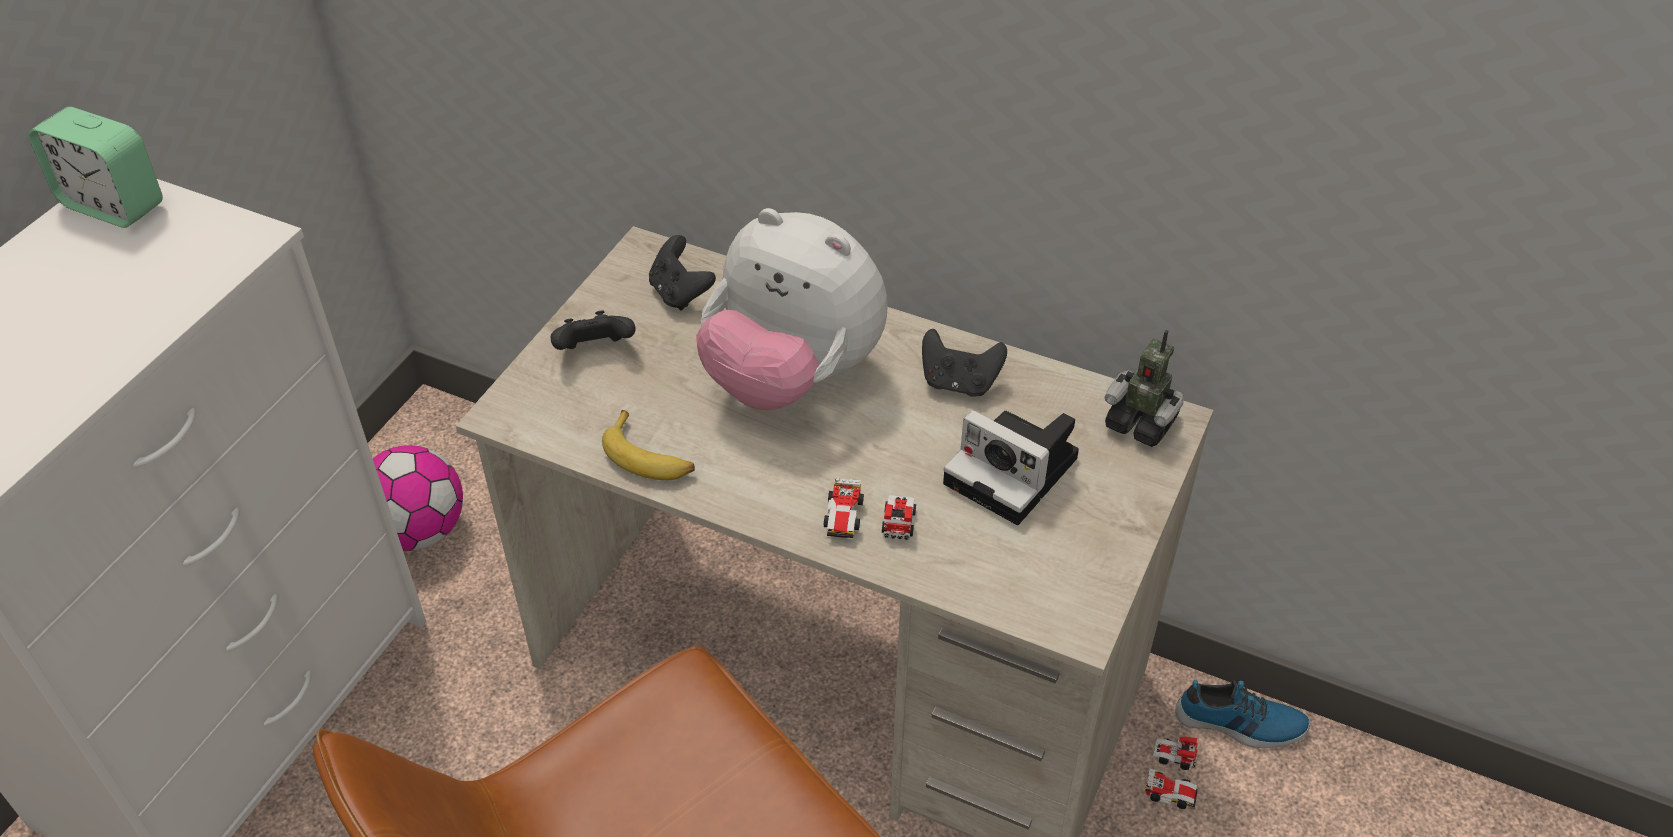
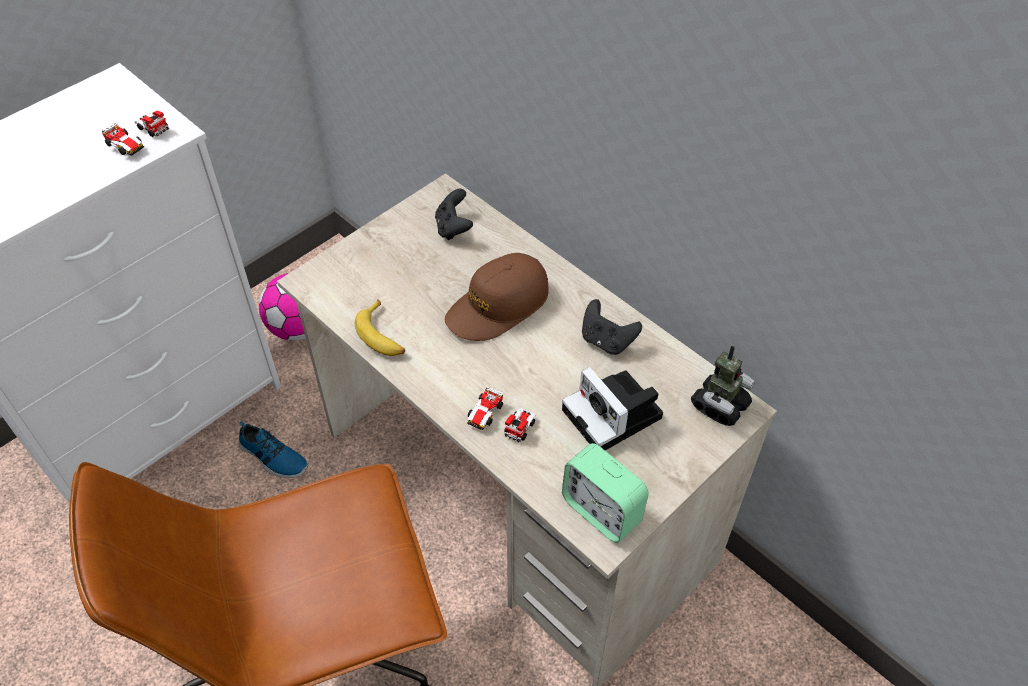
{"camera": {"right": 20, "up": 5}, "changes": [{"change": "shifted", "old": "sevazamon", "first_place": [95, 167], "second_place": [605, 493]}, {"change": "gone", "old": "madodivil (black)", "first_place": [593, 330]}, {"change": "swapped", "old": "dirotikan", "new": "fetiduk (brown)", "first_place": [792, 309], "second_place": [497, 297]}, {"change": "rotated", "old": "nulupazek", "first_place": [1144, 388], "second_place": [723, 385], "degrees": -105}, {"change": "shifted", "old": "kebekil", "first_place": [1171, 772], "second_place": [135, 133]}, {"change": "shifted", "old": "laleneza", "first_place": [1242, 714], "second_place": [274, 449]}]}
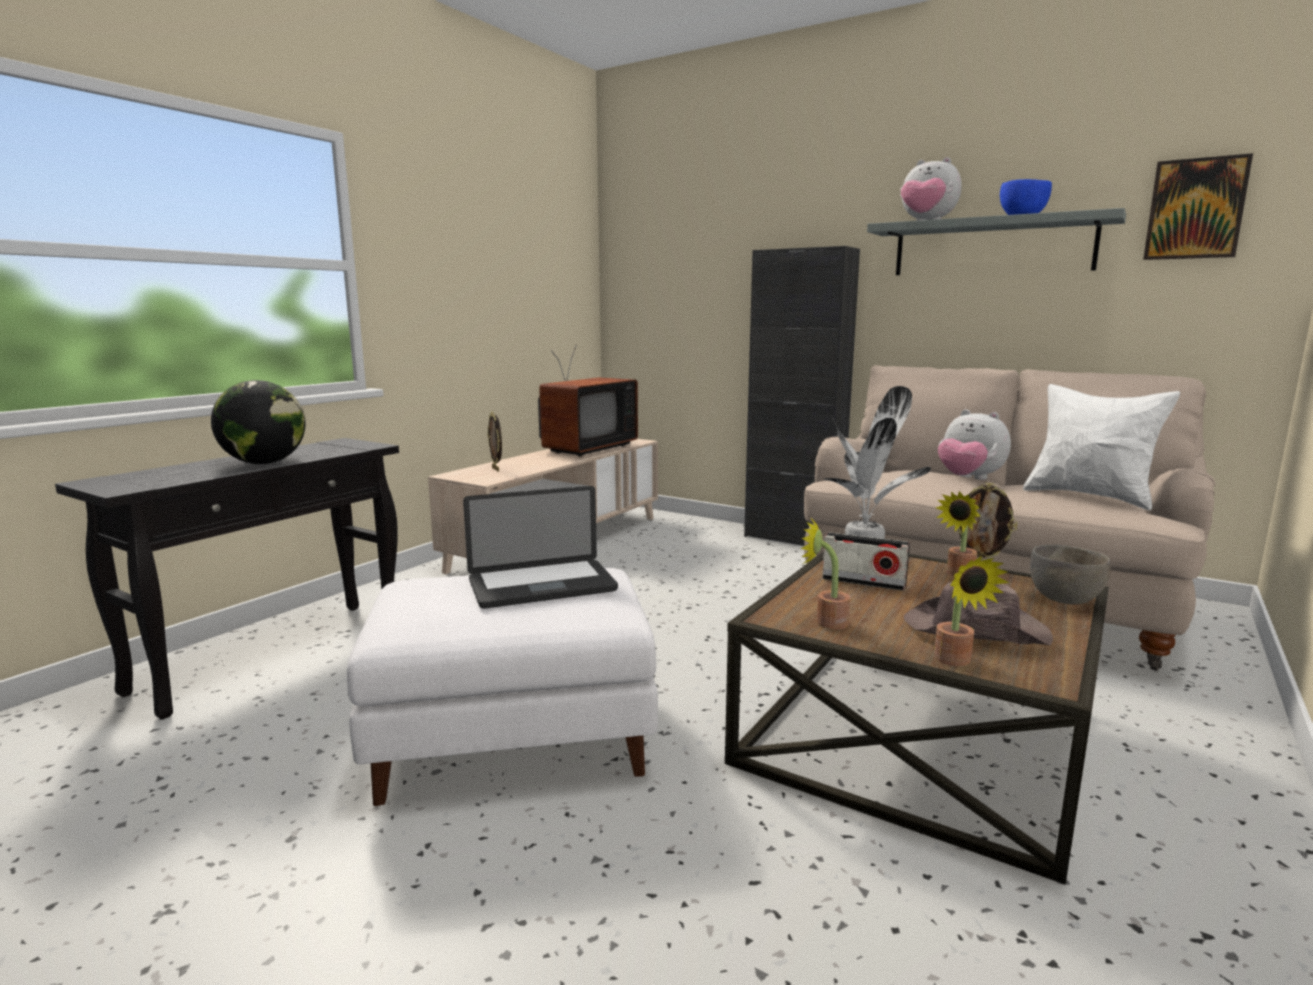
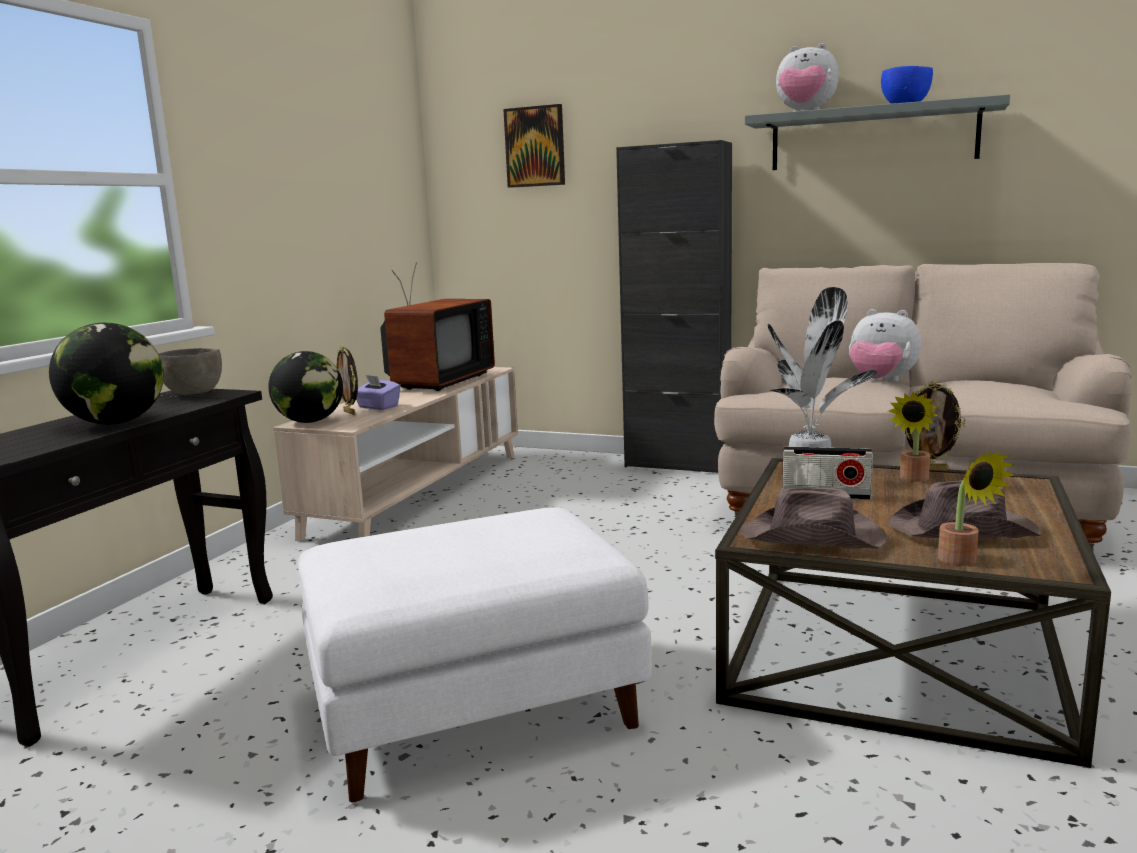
{"camera": {"right": -10, "up": 0}, "changes": [{"change": "gone", "old": "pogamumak", "first_place": [540, 547]}, {"change": "swapped", "old": "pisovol", "new": "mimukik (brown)", "first_place": [825, 574], "second_place": [813, 518]}, {"change": "gone", "old": "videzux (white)", "first_place": [1101, 447]}, {"change": "shifted", "old": "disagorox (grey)", "first_place": [1070, 574], "second_place": [190, 371]}, {"change": "shifted", "old": "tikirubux", "first_place": [1198, 206], "second_place": [534, 146]}, {"change": "new", "new": "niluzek", "second_place": [305, 387]}, {"change": "new", "new": "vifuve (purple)", "second_place": [378, 392]}]}
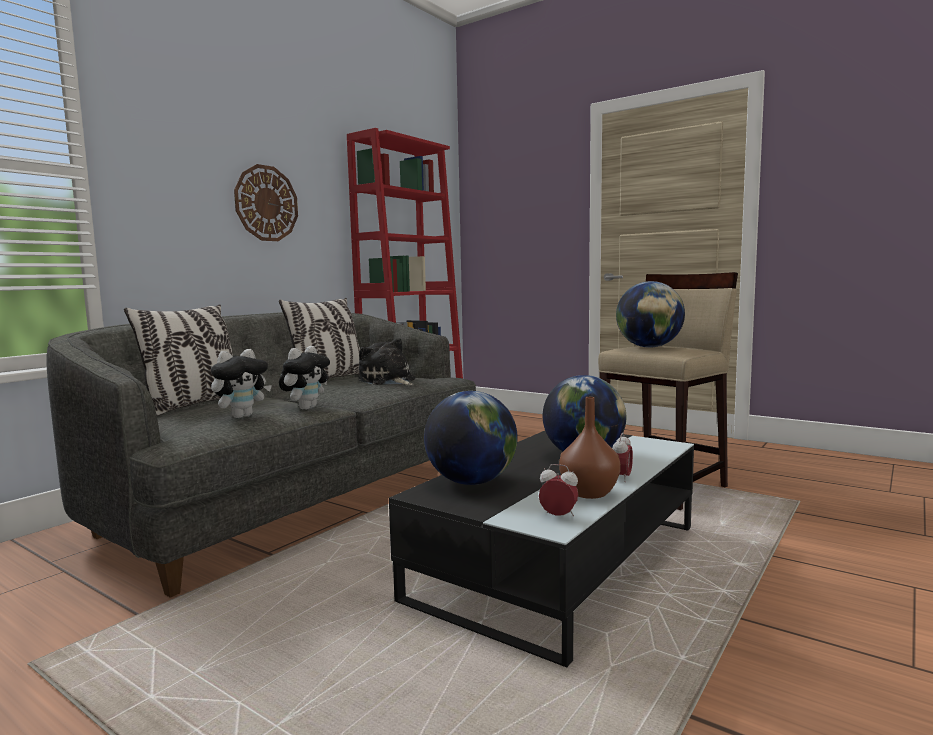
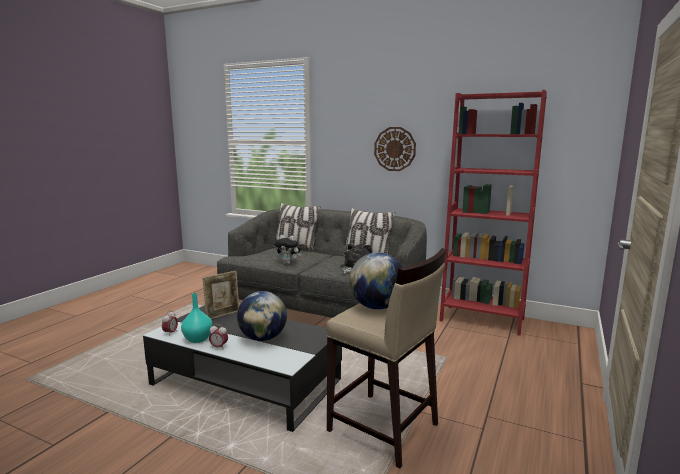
{"camera": {"right": 80, "up": 5}, "changes": [{"change": "gone", "old": "dirotikan", "first_place": [241, 383]}, {"change": "swapped", "old": "niluzek", "new": "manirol", "first_place": [471, 438], "second_place": [220, 295]}, {"change": "repainted", "old": "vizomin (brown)", "new": "vizomin (turquoise)", "first_place": [590, 448], "second_place": [197, 318]}]}
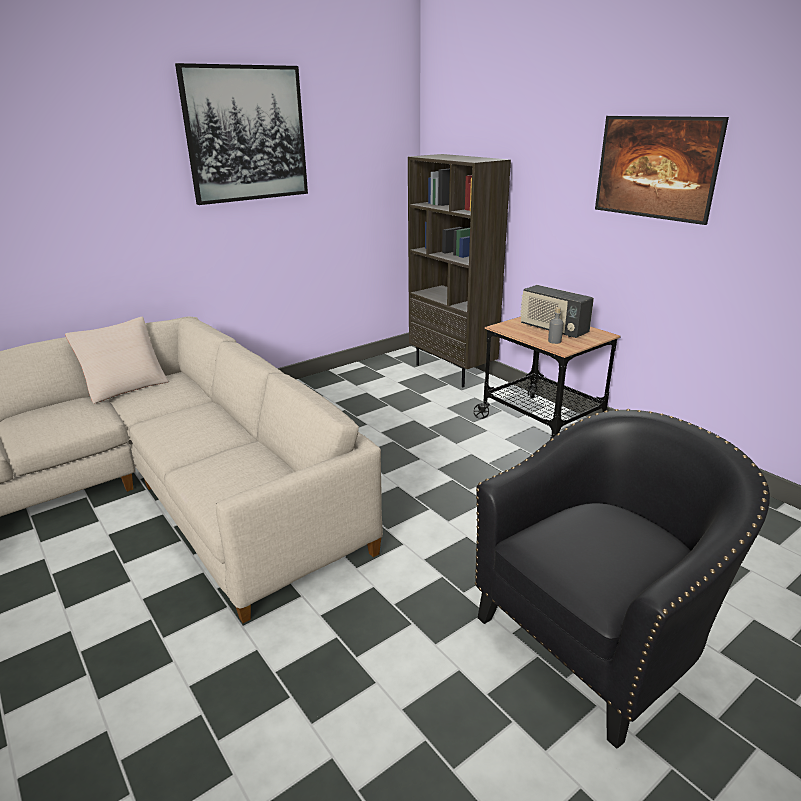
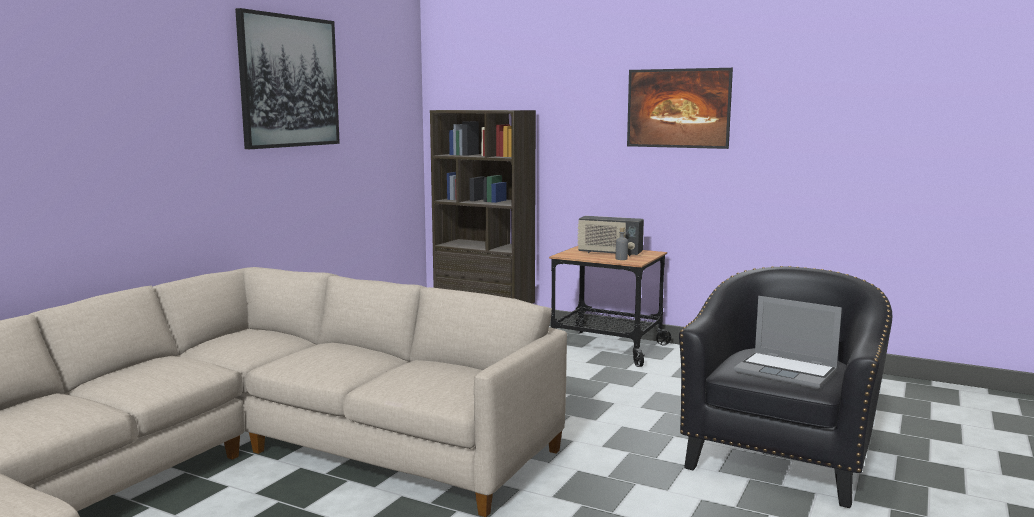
{"camera": {"right": -25, "up": -15}, "changes": [{"change": "gone", "old": "videzux (beige)", "first_place": [117, 360]}, {"change": "new", "new": "pogamumak", "second_place": [788, 342]}]}
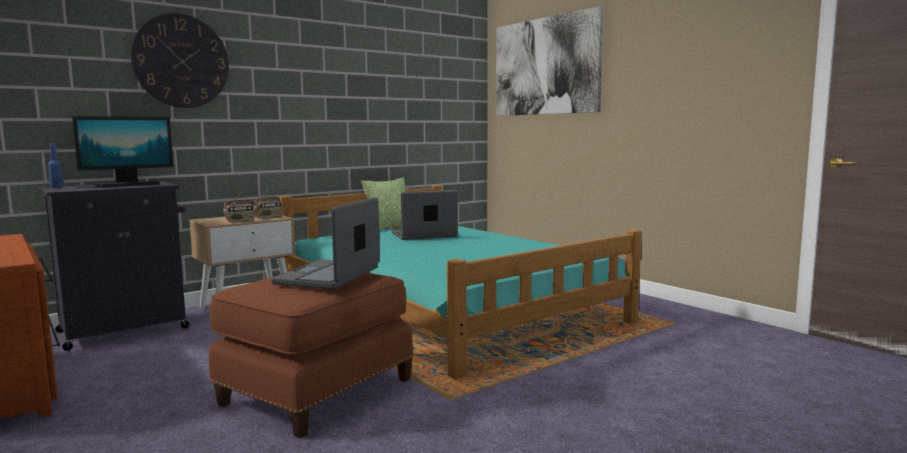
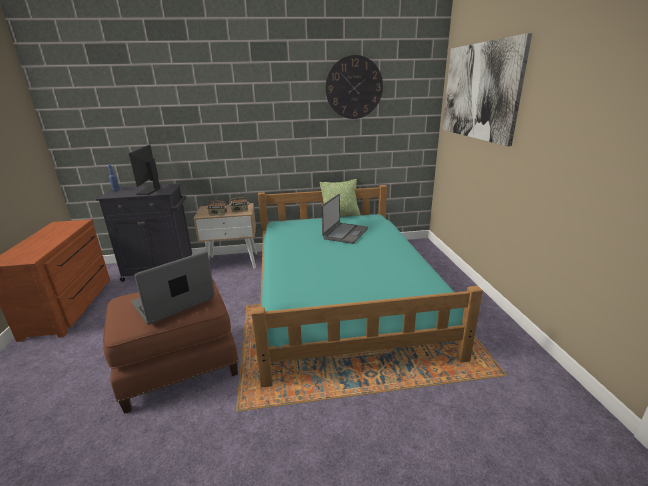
{"camera": {"right": 30, "up": 15}, "changes": [{"change": "rotated", "old": "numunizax", "first_place": [123, 152], "second_place": [145, 169], "degrees": 90}, {"change": "shifted", "old": "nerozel", "first_place": [180, 60], "second_place": [354, 87]}, {"change": "rotated", "old": "pogamumak", "first_place": [425, 215], "second_place": [344, 219], "degrees": 105}]}
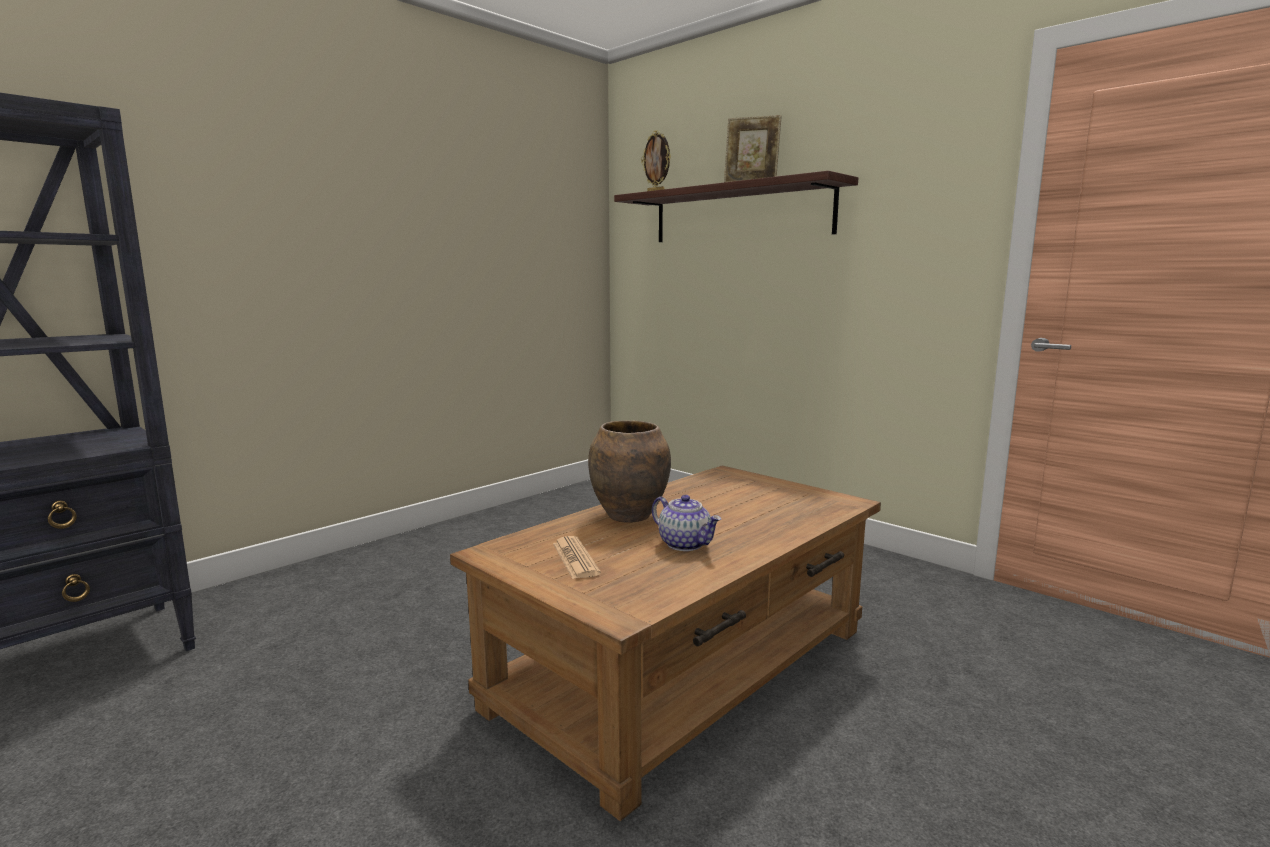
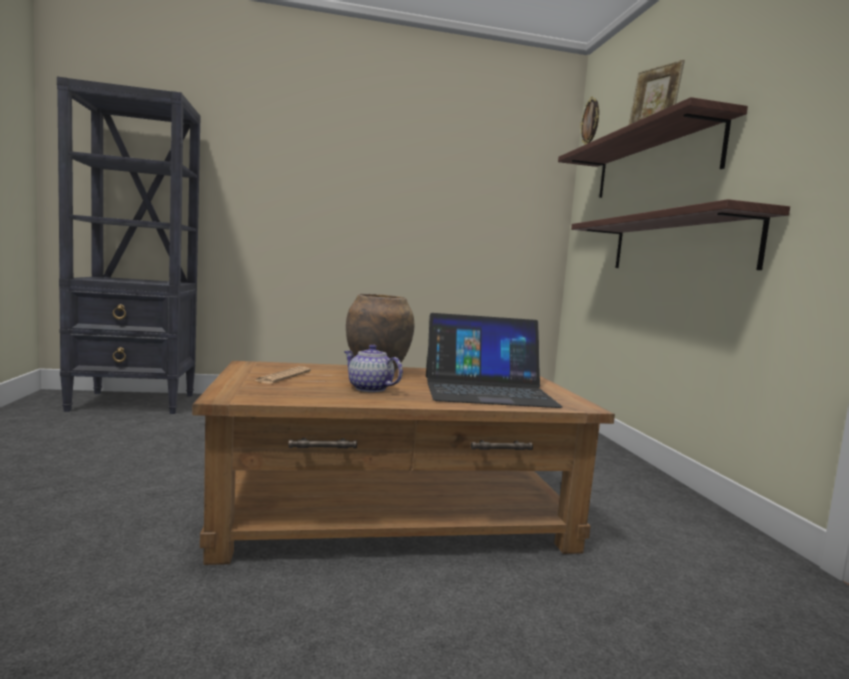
{"camera": {"right": 35, "up": -5}, "changes": [{"change": "rotated", "old": "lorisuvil", "first_place": [686, 523], "second_place": [373, 368], "degrees": 135}, {"change": "new", "new": "pogamumak", "second_place": [494, 360]}, {"change": "new", "new": "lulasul", "second_place": [680, 234]}]}
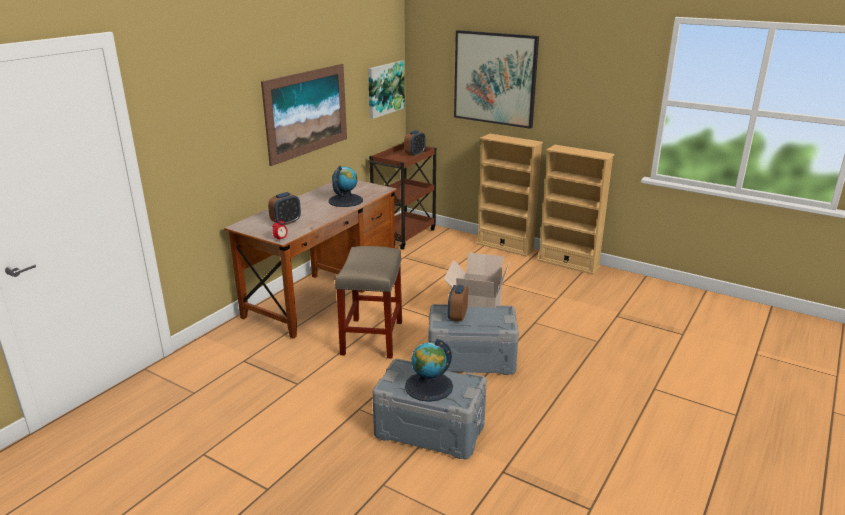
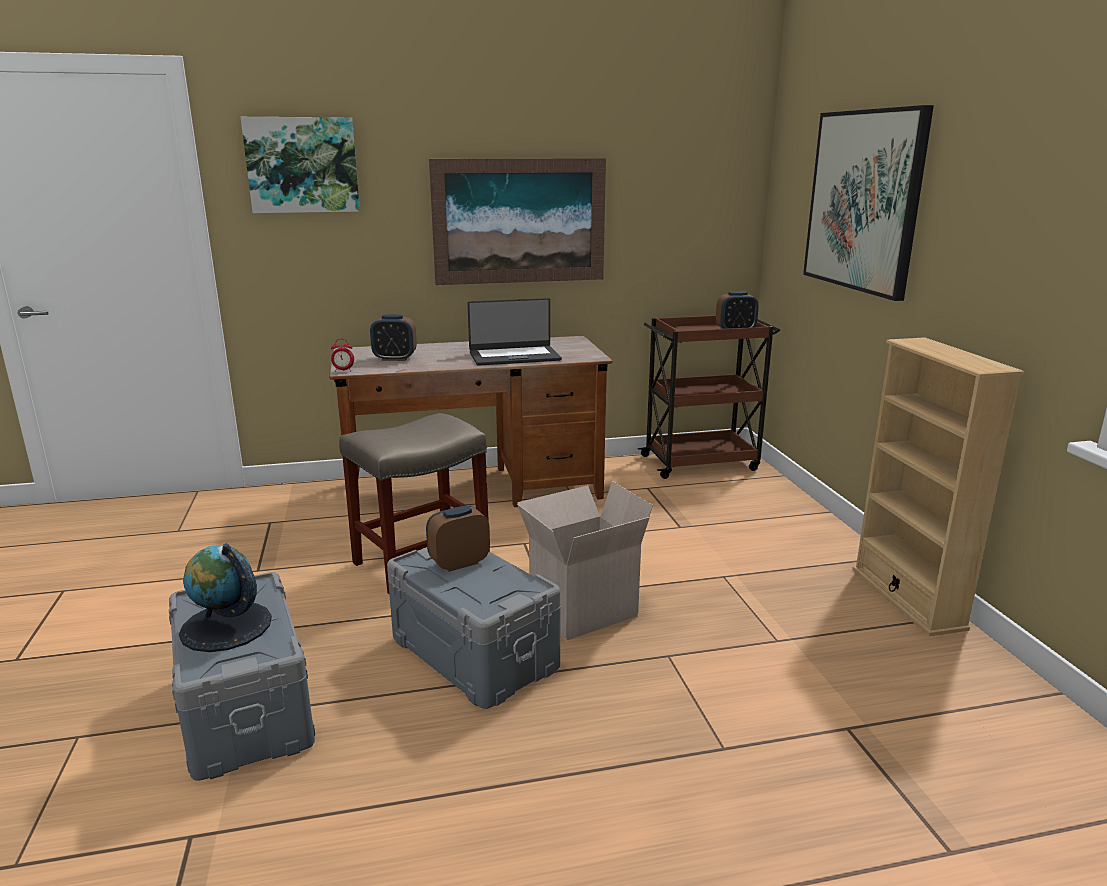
{"camera": {"right": 45, "up": -5}, "changes": [{"change": "swapped", "old": "niluzek", "new": "pogamumak", "first_place": [345, 186], "second_place": [514, 332]}, {"change": "shifted", "old": "tikirubux", "first_place": [386, 90], "second_place": [300, 165]}, {"change": "gone", "old": "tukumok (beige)", "first_place": [509, 195]}]}
